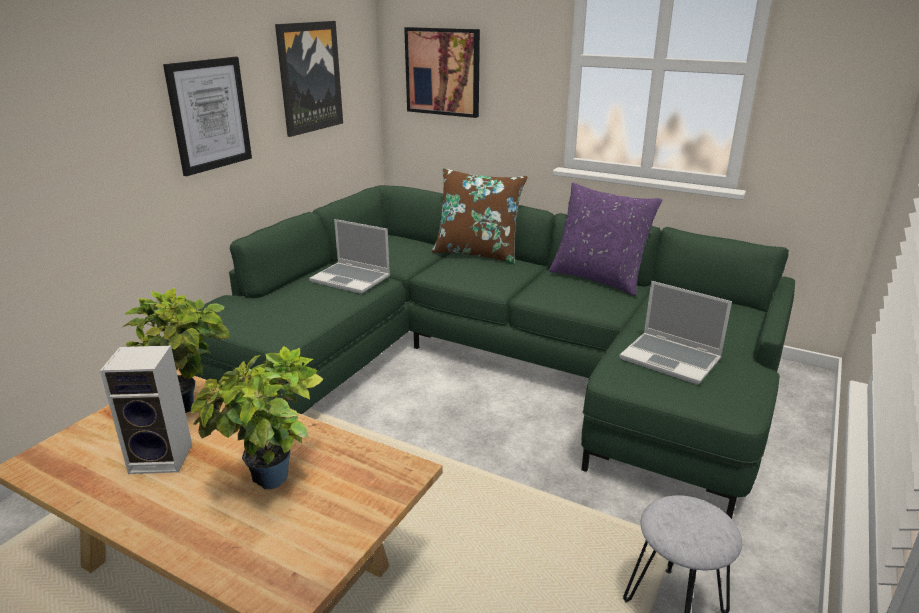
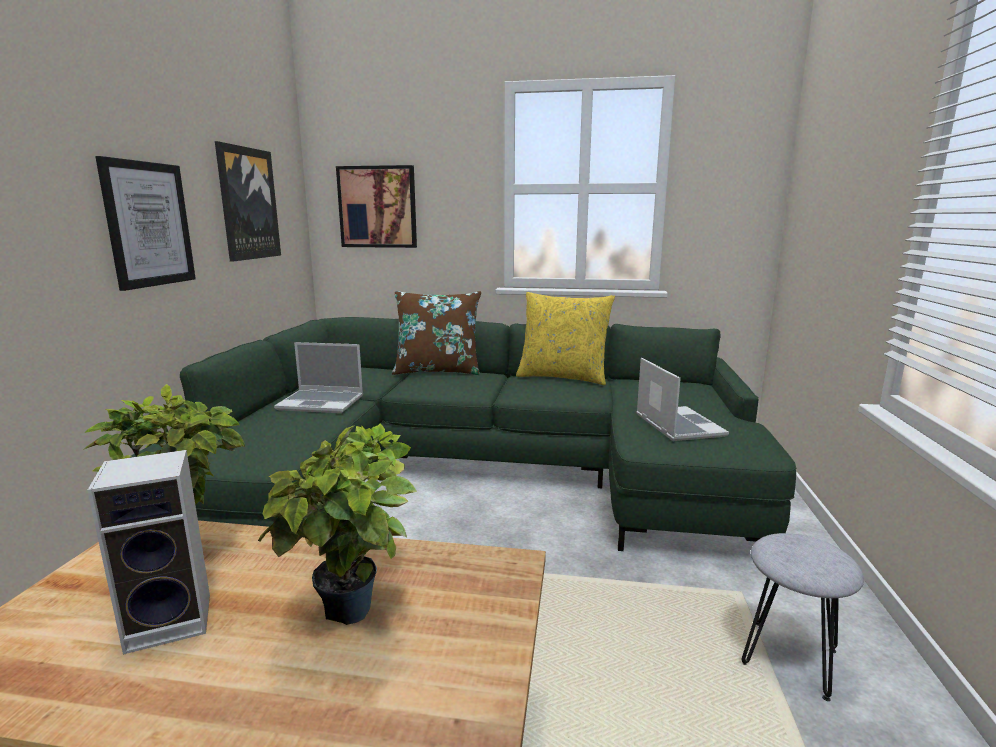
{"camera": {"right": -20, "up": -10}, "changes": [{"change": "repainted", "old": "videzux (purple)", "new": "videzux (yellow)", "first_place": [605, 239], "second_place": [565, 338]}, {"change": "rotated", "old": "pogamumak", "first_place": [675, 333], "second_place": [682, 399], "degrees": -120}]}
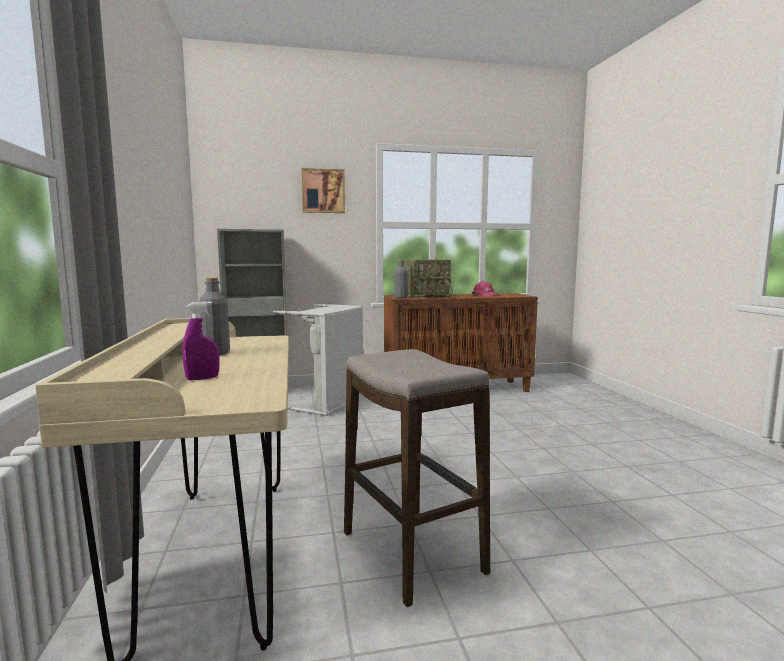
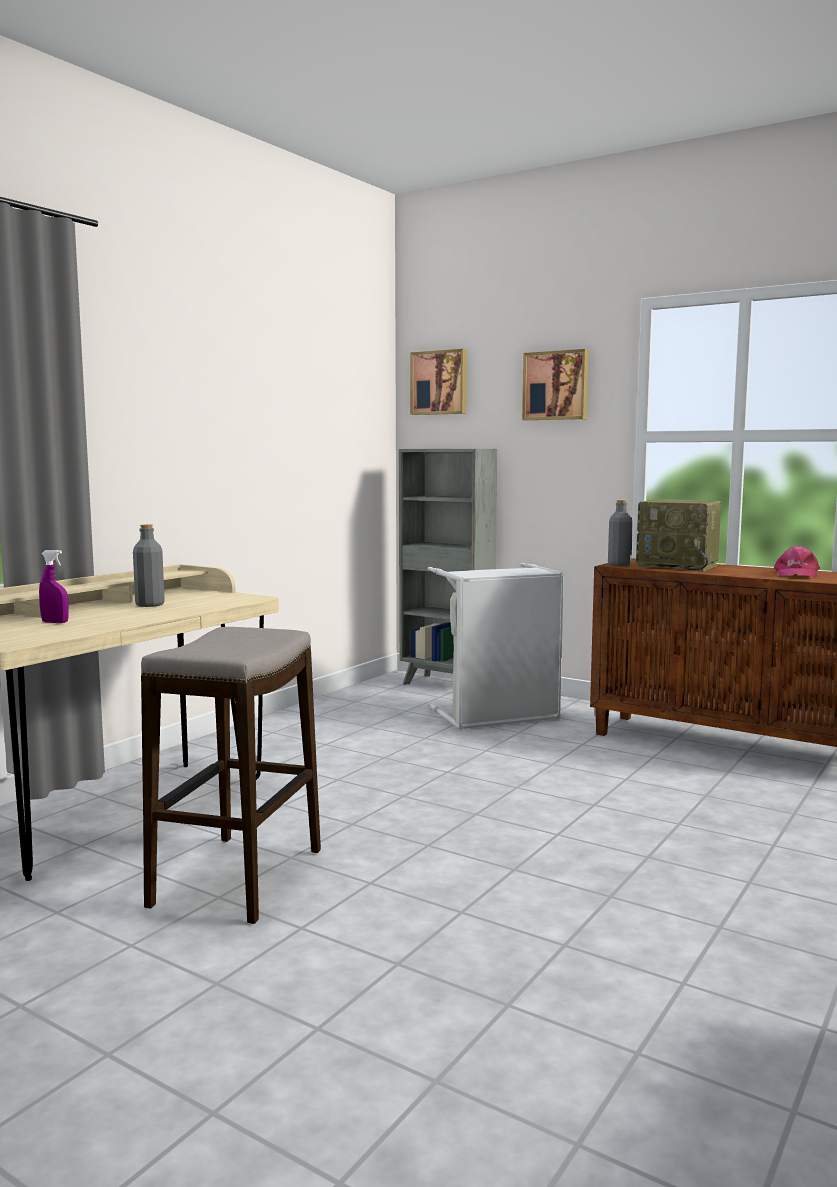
{"camera": {"right": 45, "up": 0}, "changes": [{"change": "new", "new": "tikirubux", "second_place": [438, 382]}]}
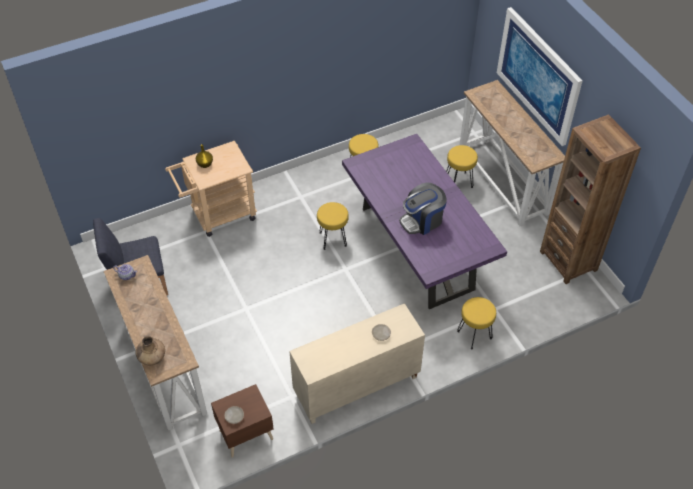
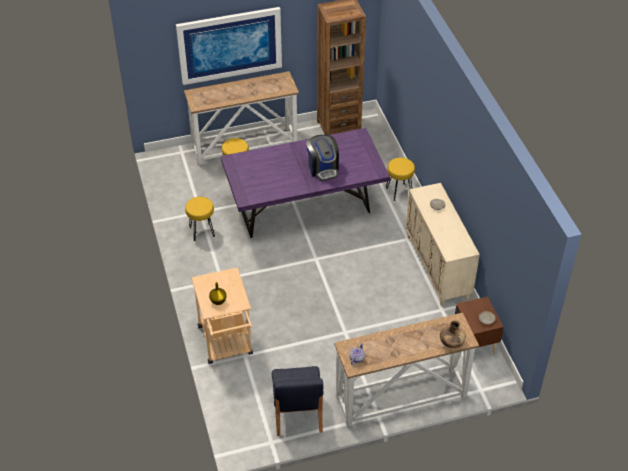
{"camera": {"right": -80, "up": -5}, "changes": [{"change": "gone", "old": "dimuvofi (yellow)", "first_place": [333, 226]}]}
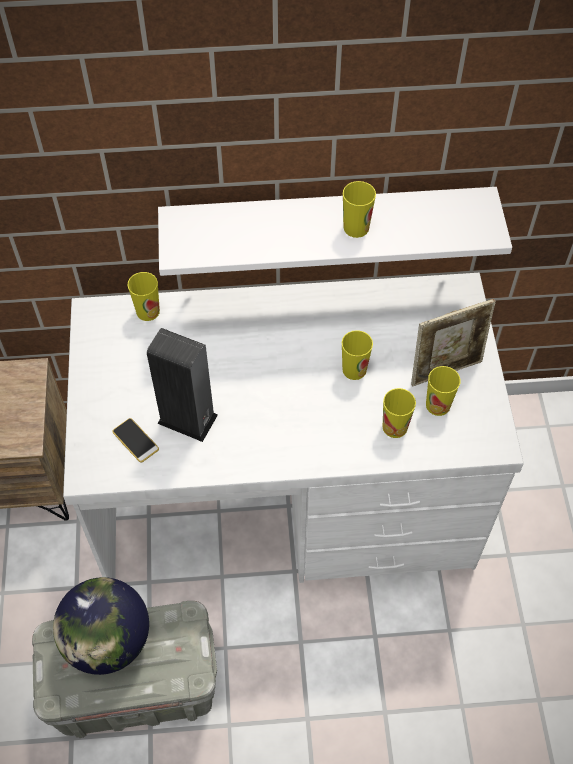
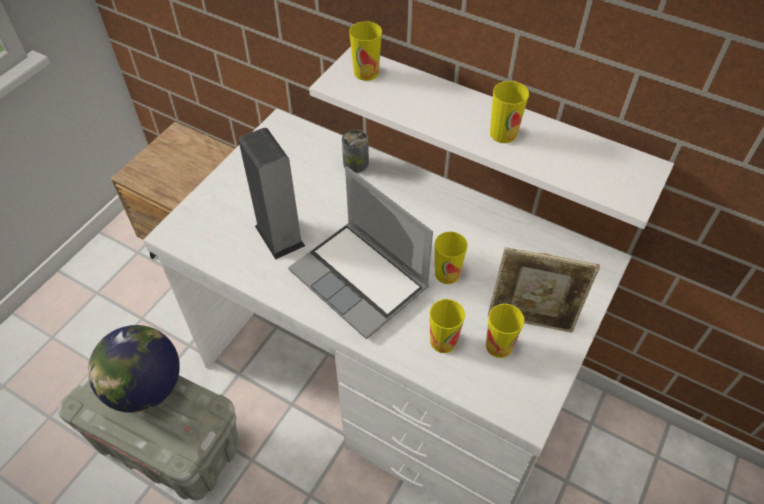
{"camera": {"right": 35, "up": -5}, "changes": [{"change": "gone", "old": "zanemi", "first_place": [135, 440]}, {"change": "shifted", "old": "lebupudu", "first_place": [143, 296], "second_place": [365, 51]}, {"change": "new", "new": "pogamumak", "second_place": [360, 253]}, {"change": "new", "new": "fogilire", "second_place": [355, 151]}]}
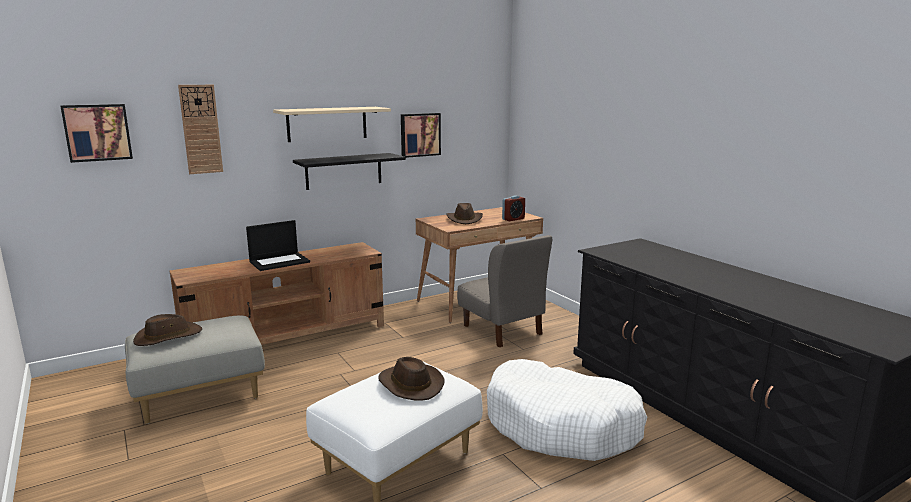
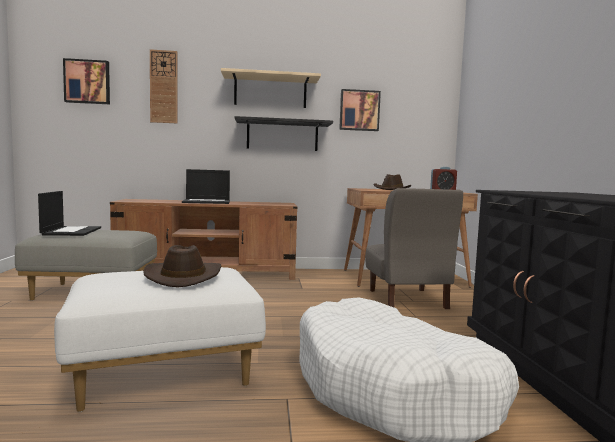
{"camera": {"right": 25, "up": -10}, "changes": [{"change": "swapped", "old": "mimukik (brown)", "new": "pogamumak", "first_place": [167, 330], "second_place": [69, 213]}]}
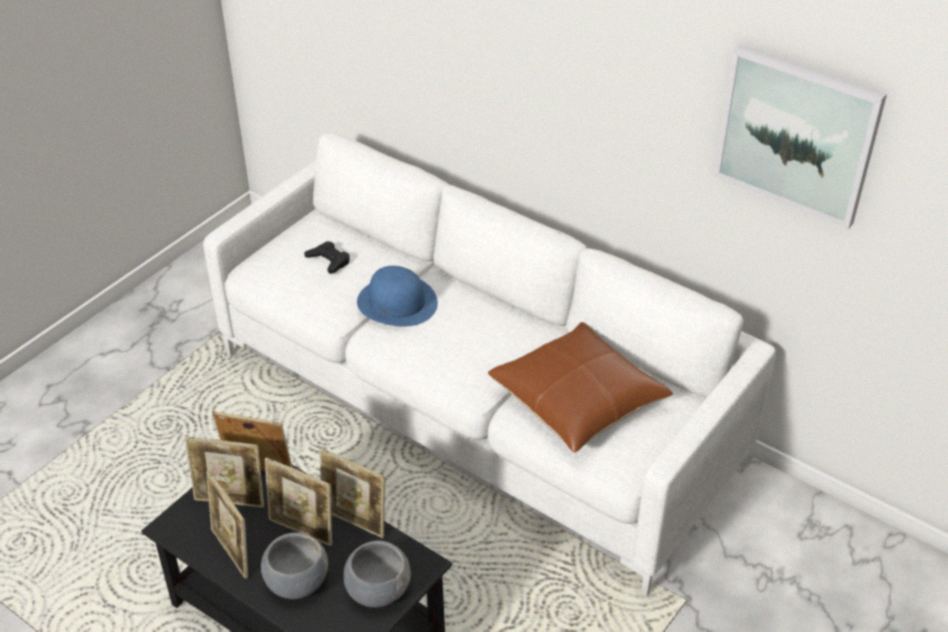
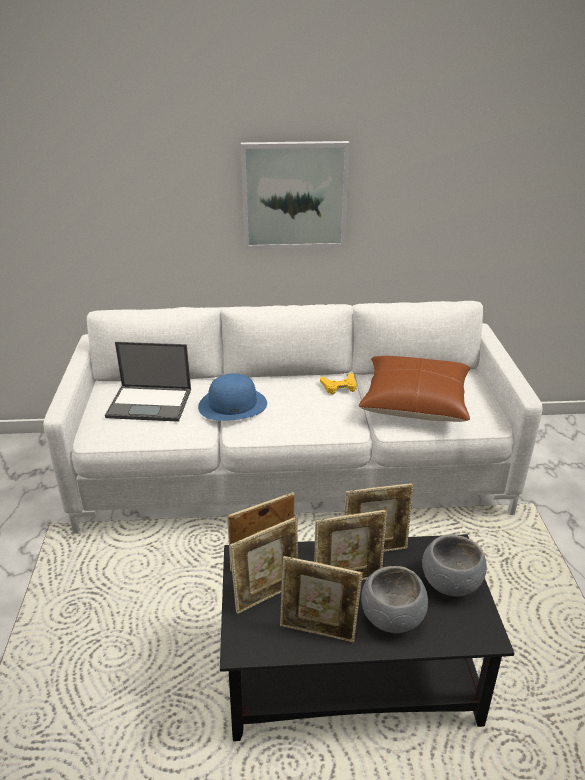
{"camera": {"right": -40, "up": -10}, "changes": [{"change": "swapped", "old": "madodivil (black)", "new": "pogamumak", "first_place": [327, 257], "second_place": [148, 382]}, {"change": "shifted", "old": "tikirubux", "first_place": [800, 137], "second_place": [295, 195]}, {"change": "new", "new": "madodivil (yellow)", "second_place": [338, 383]}]}
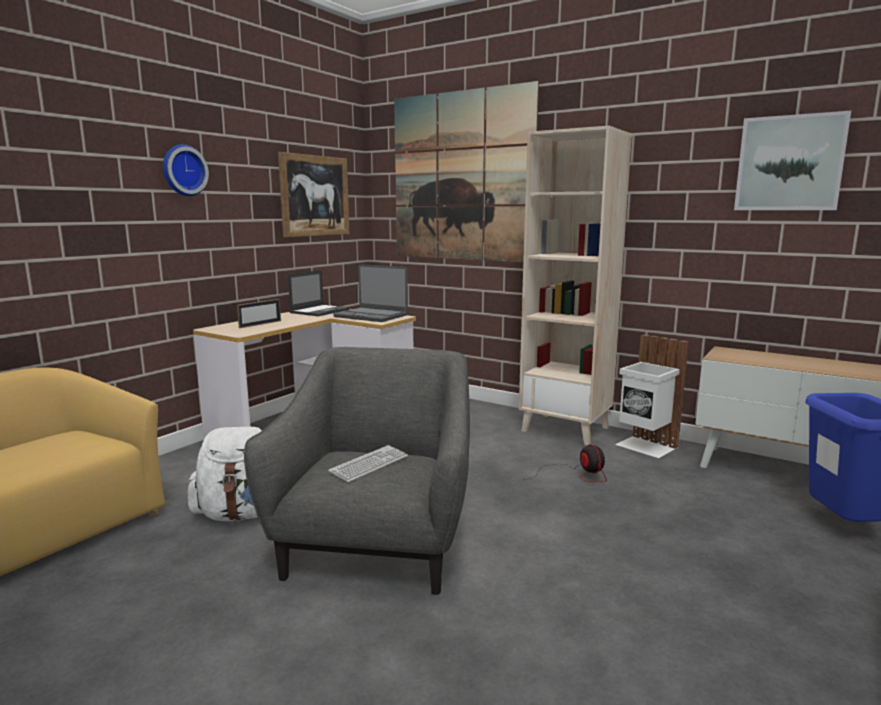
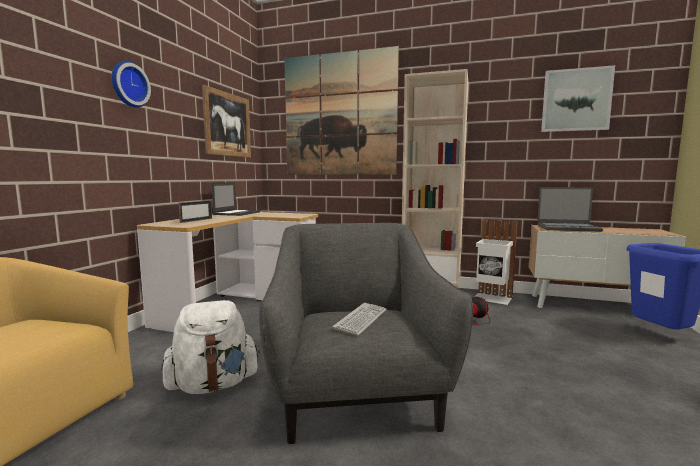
{"camera": {"right": -15, "up": -5}, "changes": [{"change": "shifted", "old": "pogamumak", "first_place": [370, 293], "second_place": [570, 209]}]}
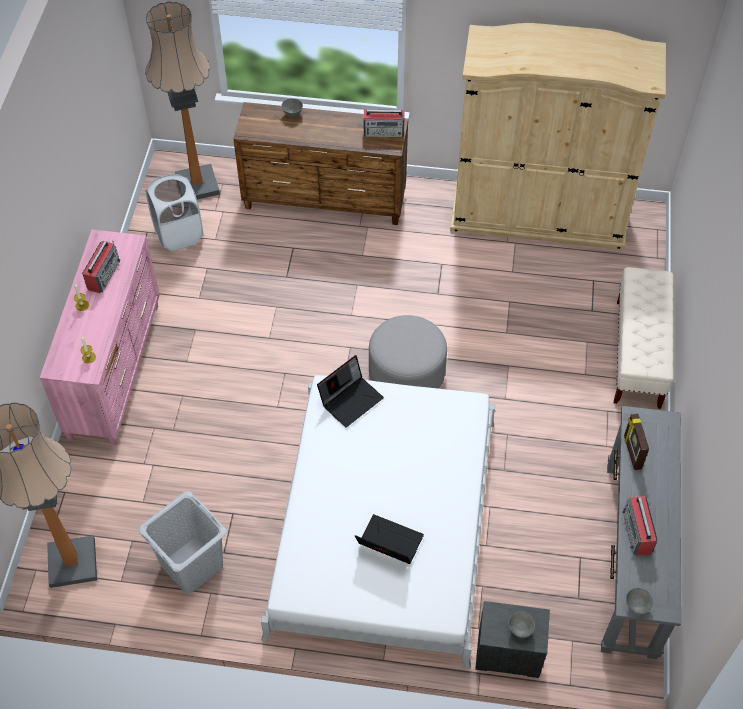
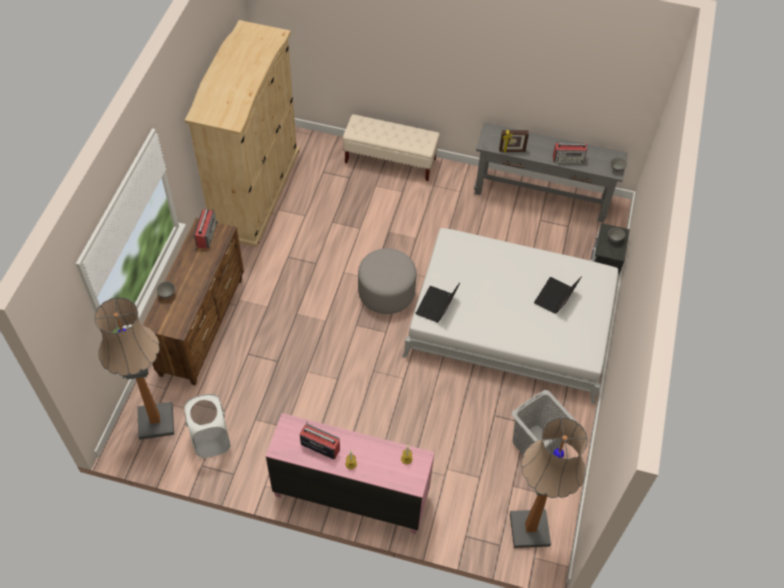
{"camera": {"right": -85, "up": 0}, "changes": [{"change": "rotated", "old": "pogamumak", "first_place": [350, 391], "second_place": [437, 302], "degrees": -120}]}
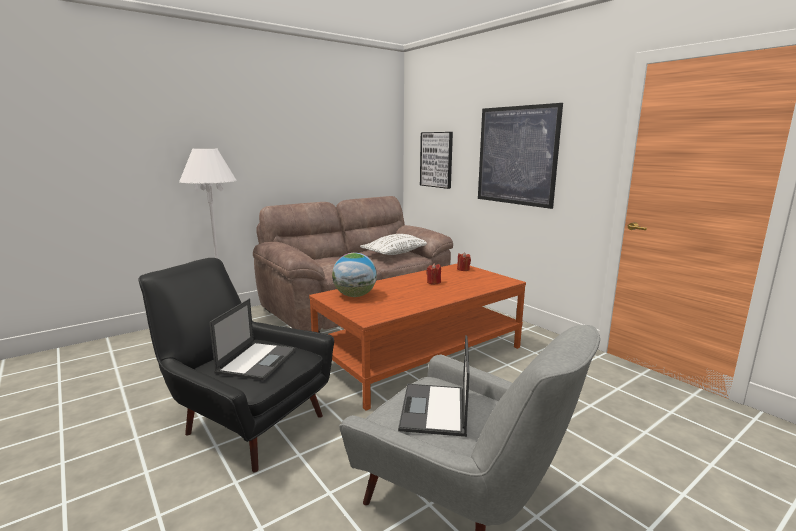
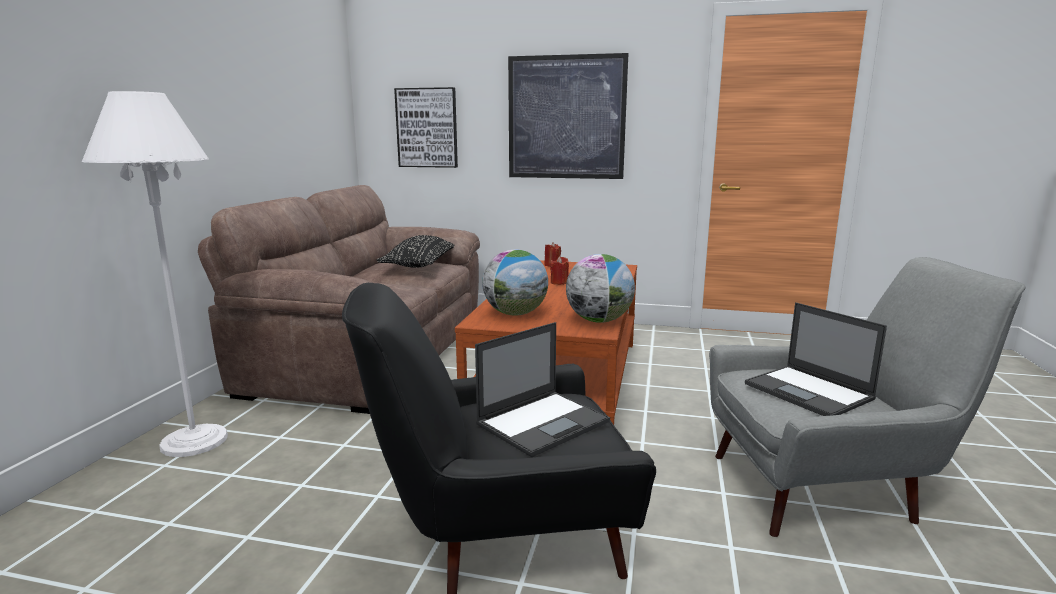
{"camera": {"right": -40, "up": 0}, "changes": [{"change": "rotated", "old": "pogamumak", "first_place": [252, 339], "second_place": [542, 389], "degrees": 75}, {"change": "repainted", "old": "videzux (white)", "new": "videzux (black)", "first_place": [393, 244], "second_place": [416, 251]}, {"change": "new", "new": "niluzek", "second_place": [600, 288]}]}
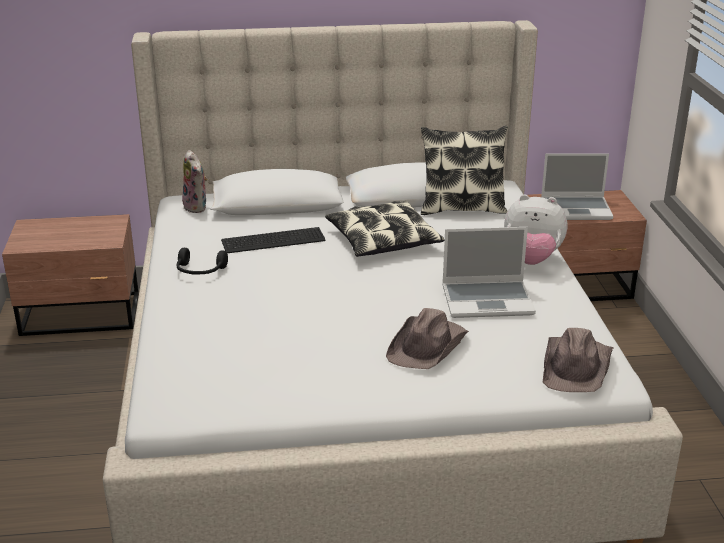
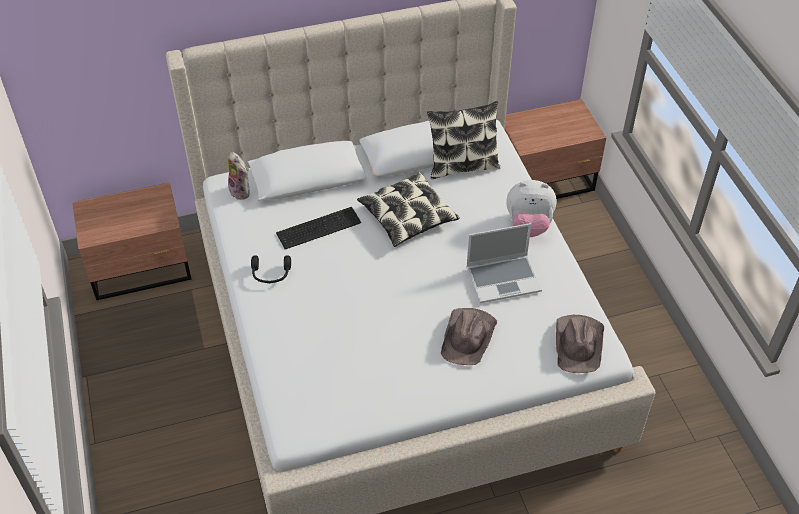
{"camera": {"right": -10, "up": 20}, "changes": [{"change": "gone", "old": "pogamumak", "first_place": [577, 186]}]}
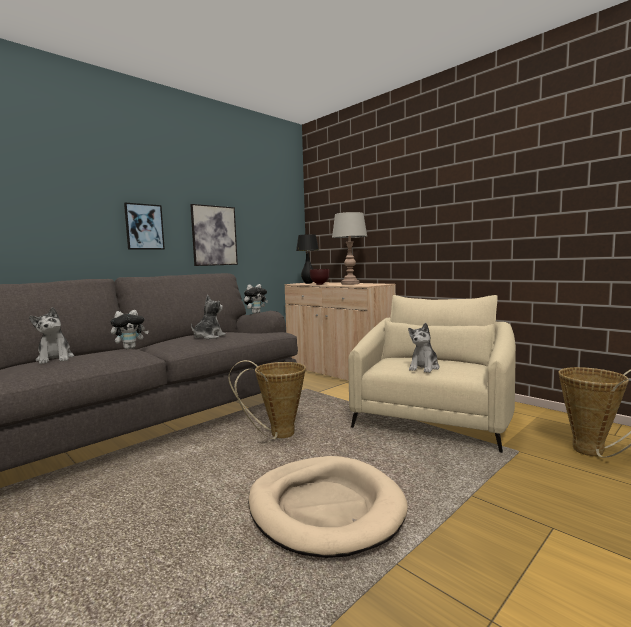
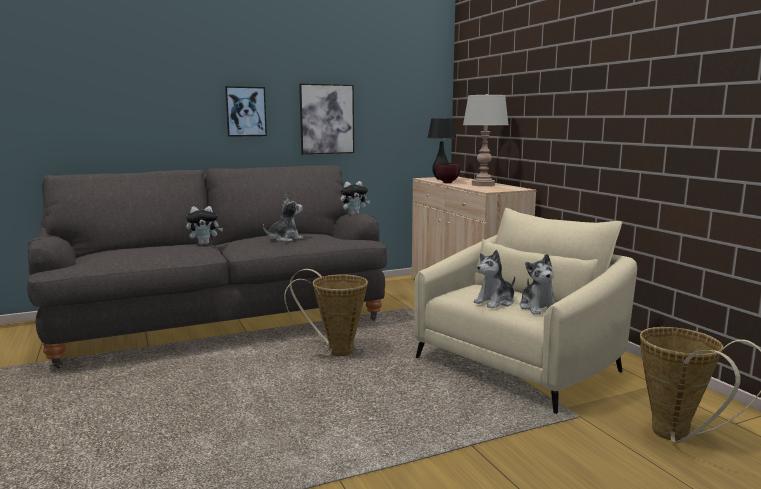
{"camera": {"right": 20, "up": 5}, "changes": [{"change": "shifted", "old": "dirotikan", "first_place": [51, 335], "second_place": [537, 284]}, {"change": "gone", "old": "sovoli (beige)", "first_place": [328, 507]}]}
